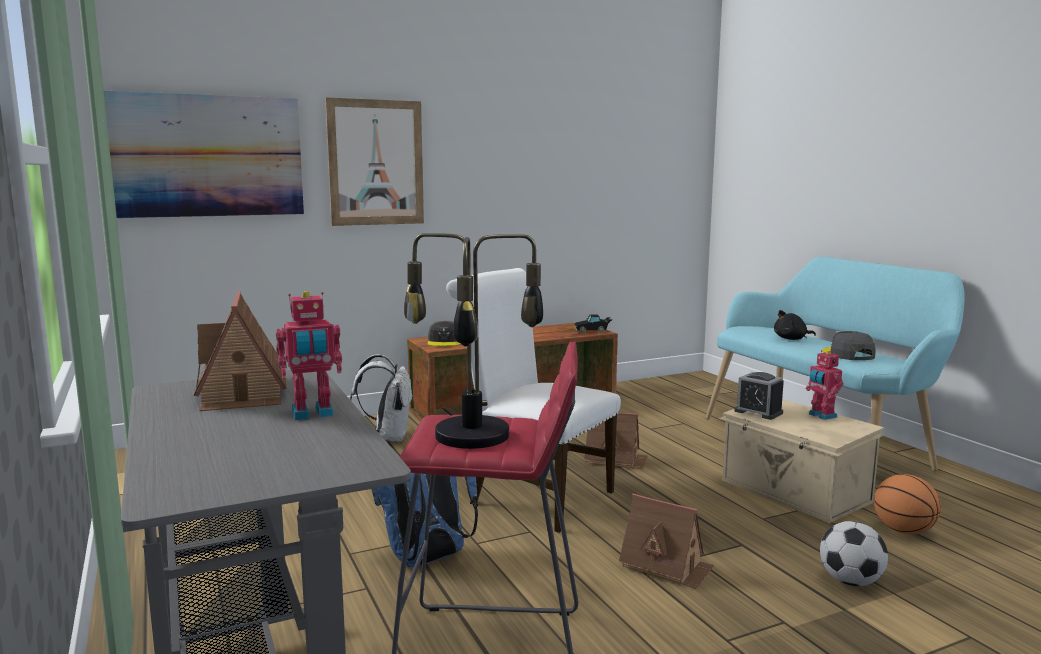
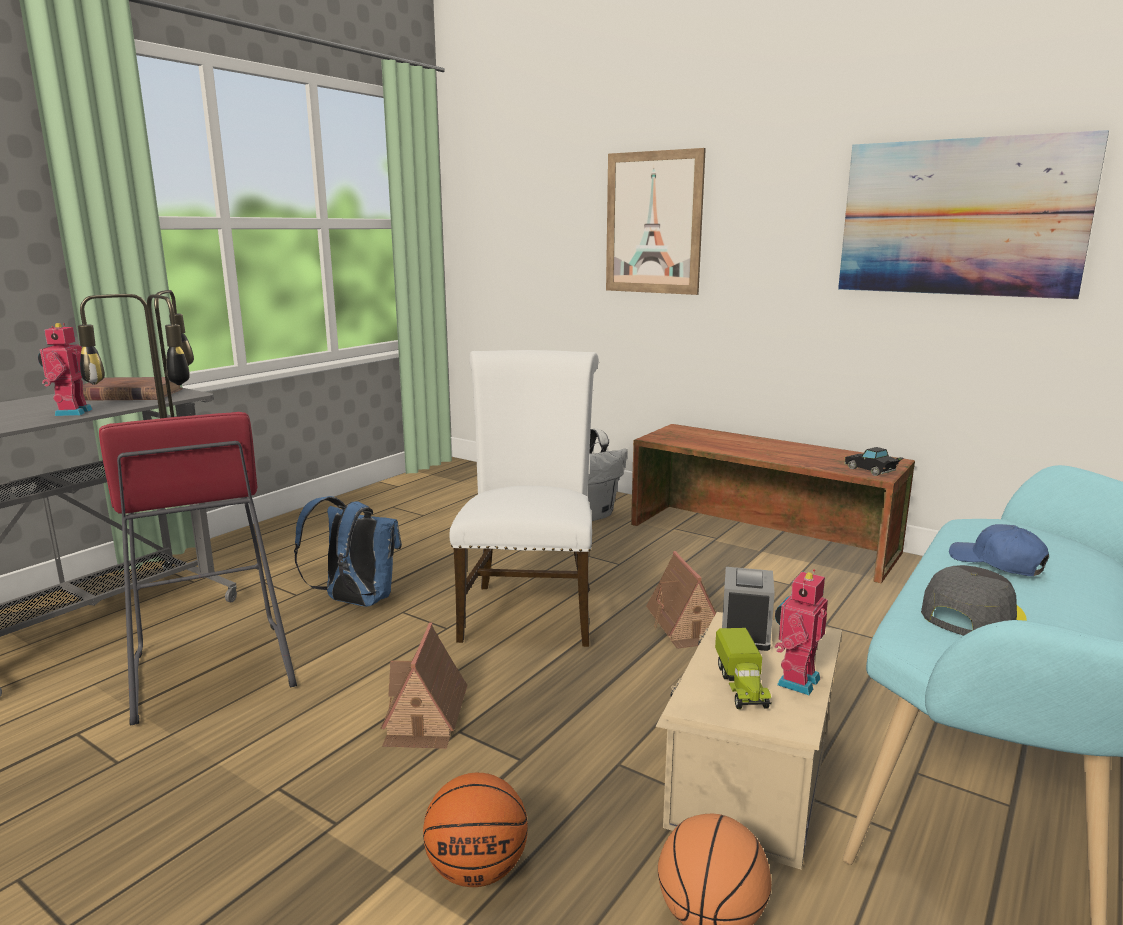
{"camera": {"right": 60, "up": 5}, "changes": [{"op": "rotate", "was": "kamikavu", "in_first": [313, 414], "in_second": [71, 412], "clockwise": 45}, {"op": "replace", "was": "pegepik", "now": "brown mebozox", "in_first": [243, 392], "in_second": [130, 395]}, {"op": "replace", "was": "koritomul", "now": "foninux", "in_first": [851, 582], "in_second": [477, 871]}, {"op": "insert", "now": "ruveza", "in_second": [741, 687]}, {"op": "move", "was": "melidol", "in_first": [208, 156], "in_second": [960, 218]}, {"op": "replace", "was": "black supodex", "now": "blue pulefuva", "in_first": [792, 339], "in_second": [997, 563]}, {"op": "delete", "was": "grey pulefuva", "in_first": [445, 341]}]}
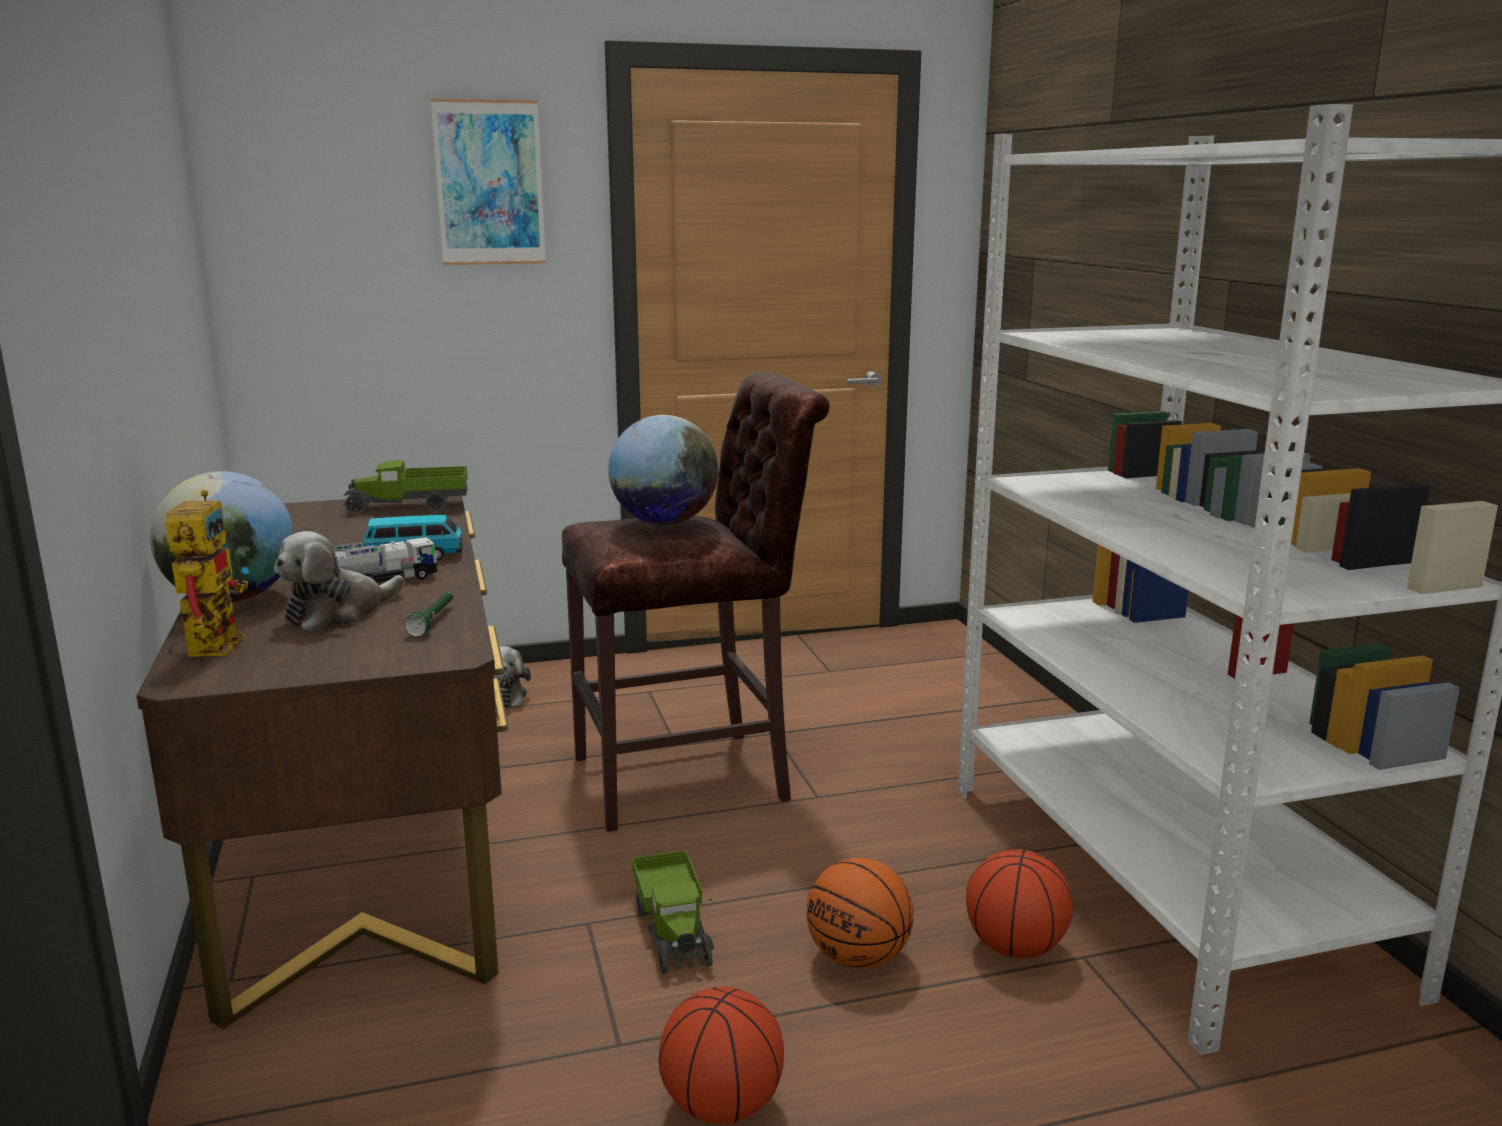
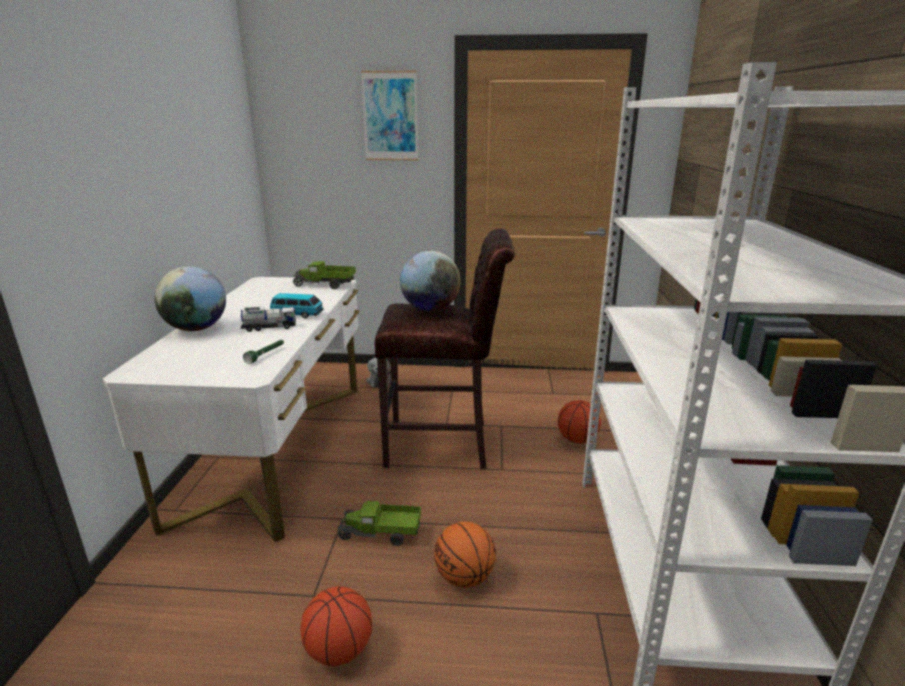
{"camera": {"right": 20, "up": 5}, "changes": [{"op": "recolor", "was": "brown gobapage", "now": "white gobapage", "in_first": [368, 838], "in_second": [276, 447]}, {"op": "rotate", "was": "ruveza", "in_first": [674, 929], "in_second": [380, 533], "clockwise": 90}, {"op": "move", "was": "foninux", "in_first": [1015, 948], "in_second": [577, 440]}, {"op": "delete", "was": "kamikavu", "in_first": [214, 641]}, {"op": "delete", "was": "supodex", "in_first": [338, 613]}]}
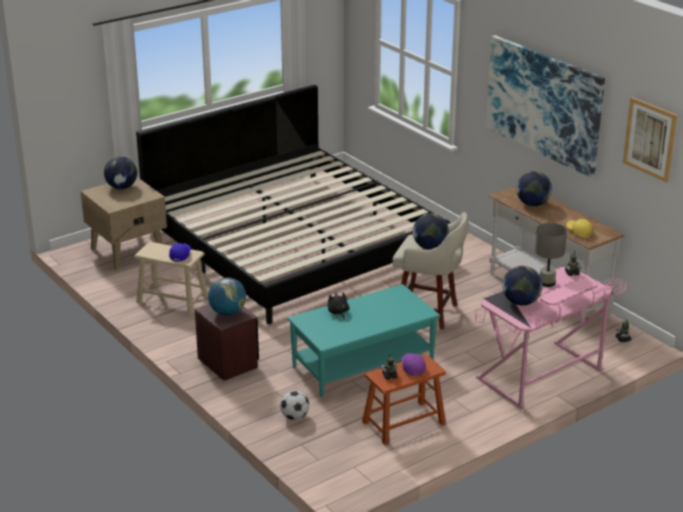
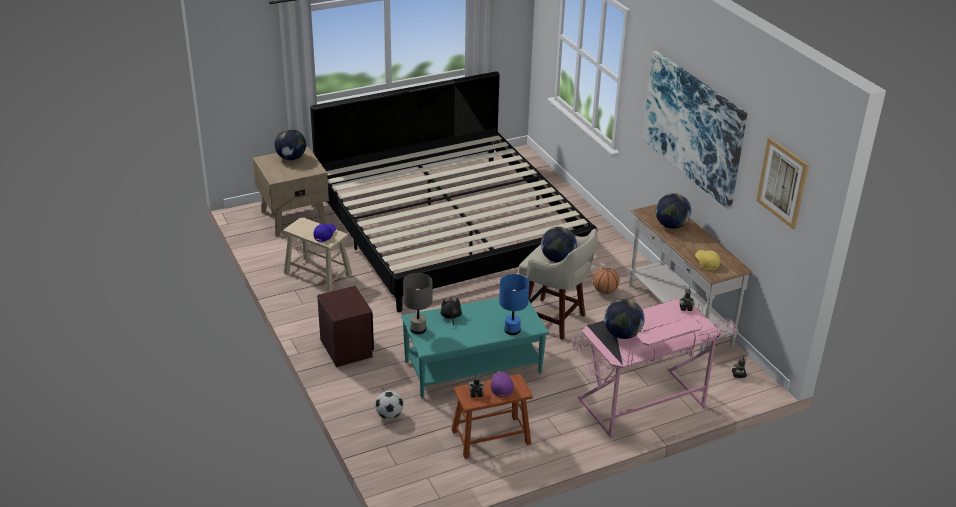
{"camera": {"right": 10, "up": 5}, "changes": [{"op": "move", "was": "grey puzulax", "in_first": [546, 283], "in_second": [417, 329]}, {"op": "insert", "now": "blue puzulax", "in_second": [512, 330]}, {"op": "insert", "now": "foninux", "in_second": [605, 291]}, {"op": "delete", "was": "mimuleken", "in_first": [227, 313]}]}
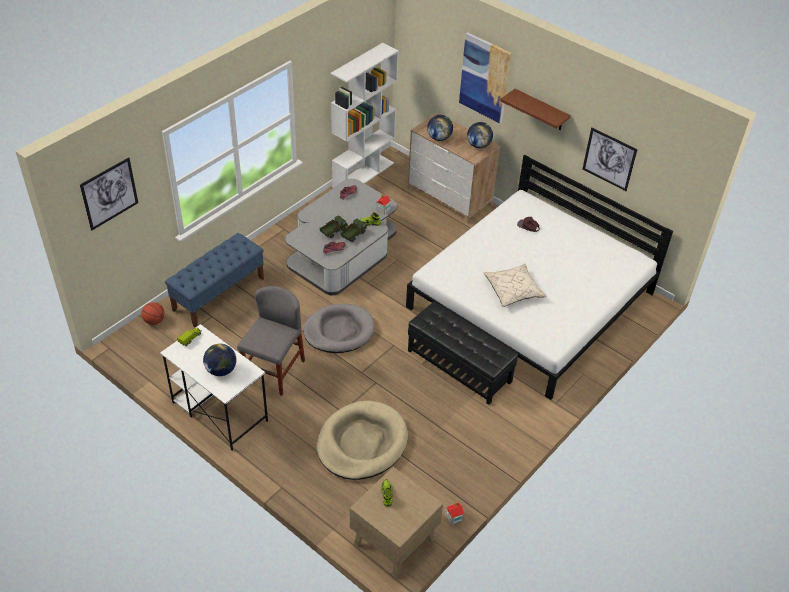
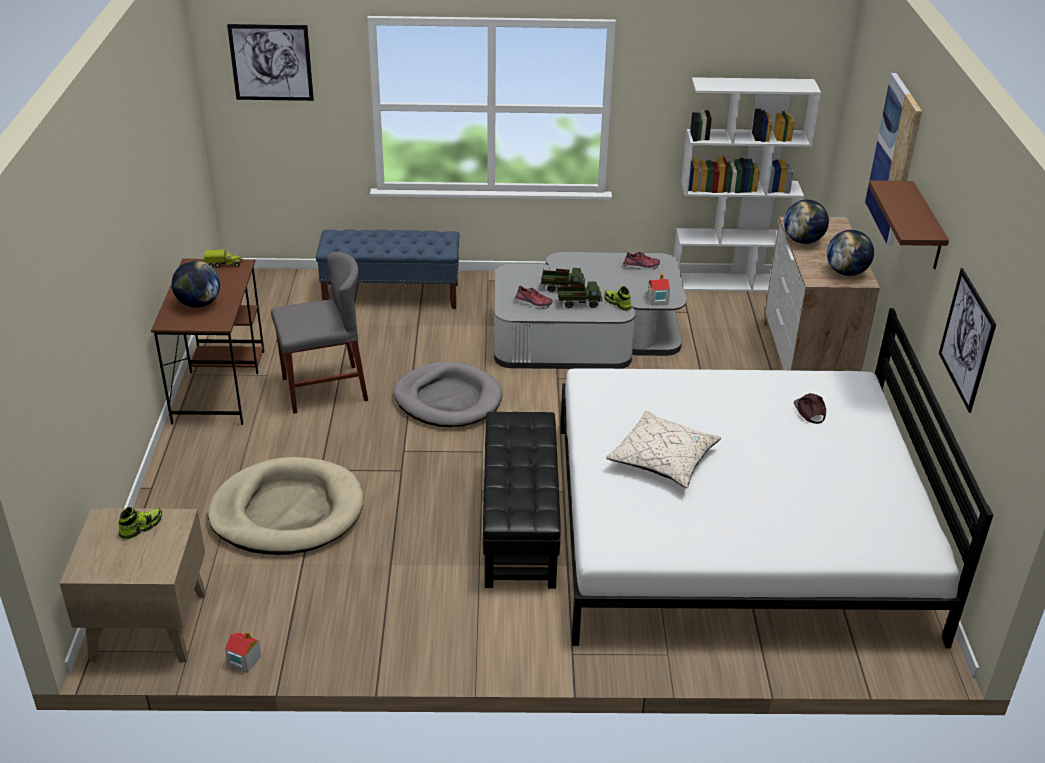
{"camera": {"right": 50, "up": -10}, "changes": [{"op": "recolor", "was": "white gobapage", "now": "brown gobapage", "in_first": [219, 411], "in_second": [219, 385]}, {"op": "delete", "was": "foninux", "in_first": [154, 321]}]}
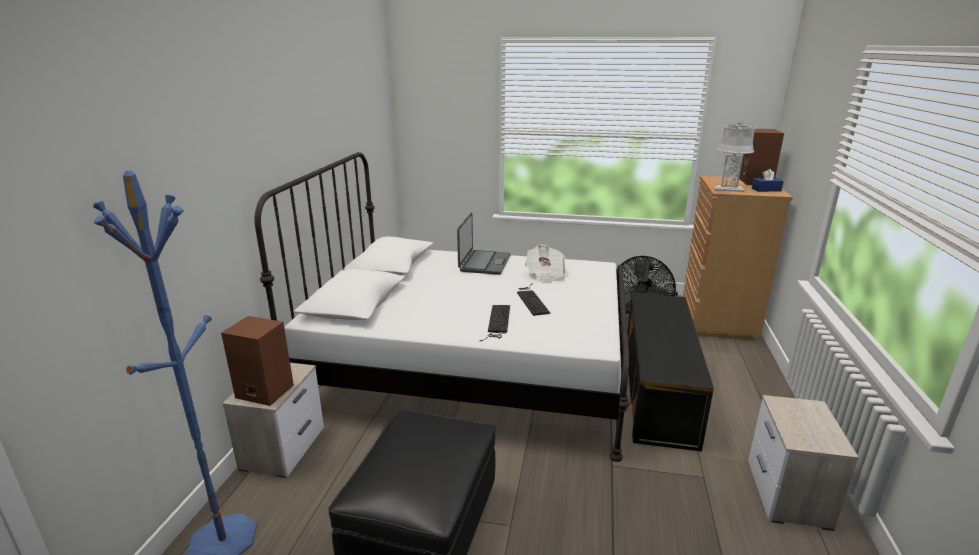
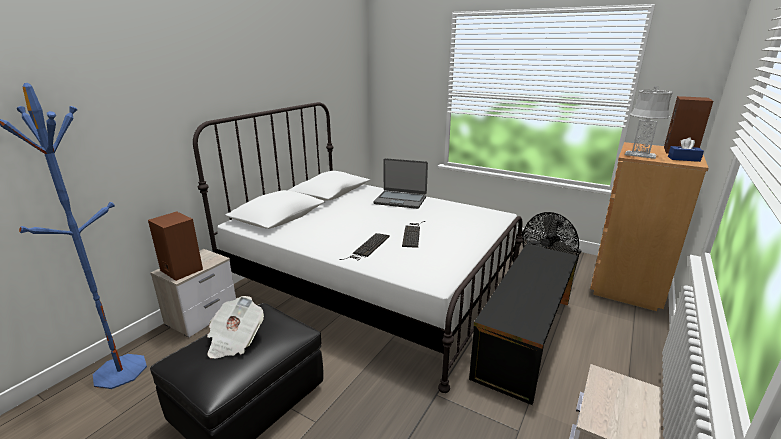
{"camera": {"right": 20, "up": 0}, "changes": [{"op": "move", "was": "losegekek", "in_first": [545, 275], "in_second": [235, 340]}, {"op": "rotate", "was": "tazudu", "in_first": [484, 263], "in_second": [400, 200], "clockwise": 75}]}
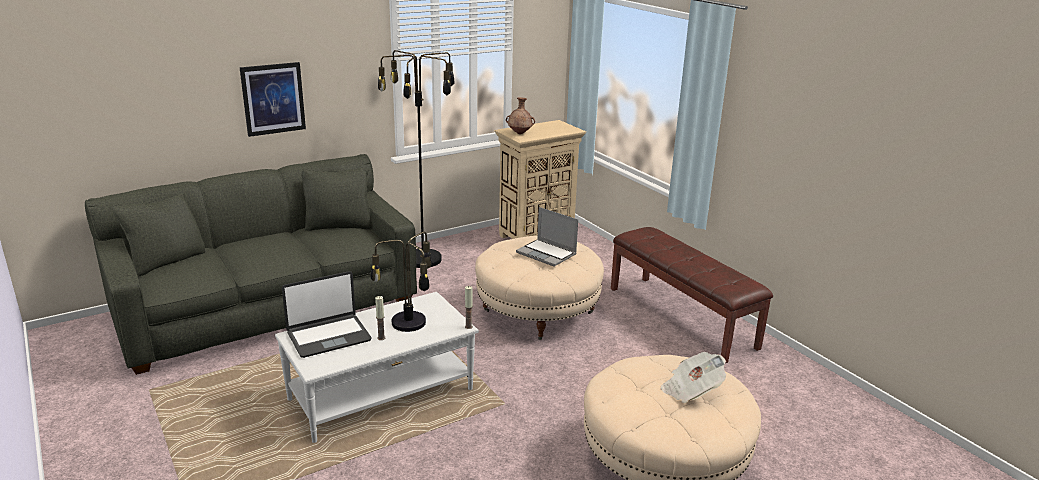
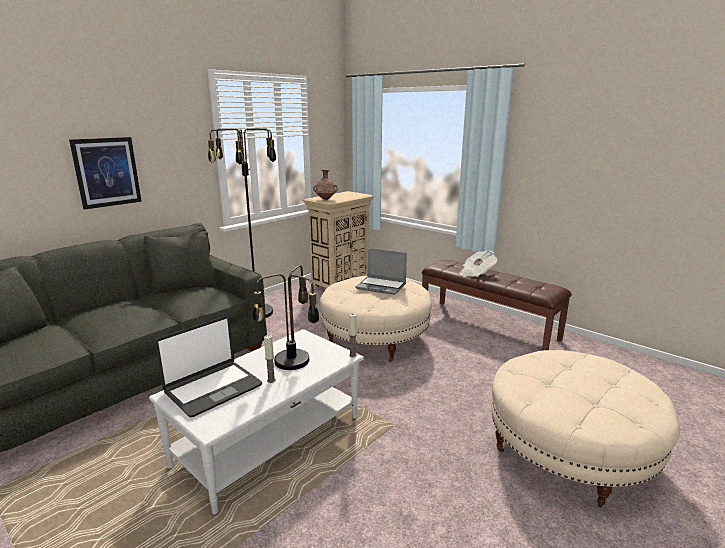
{"camera": {"right": -15, "up": -5}, "changes": [{"op": "move", "was": "losegekek", "in_first": [691, 390], "in_second": [476, 273]}]}
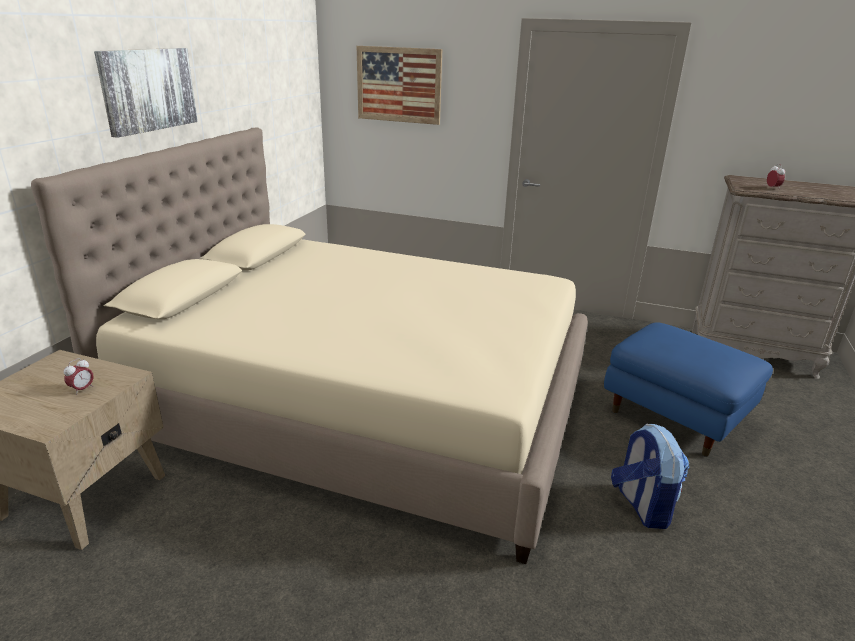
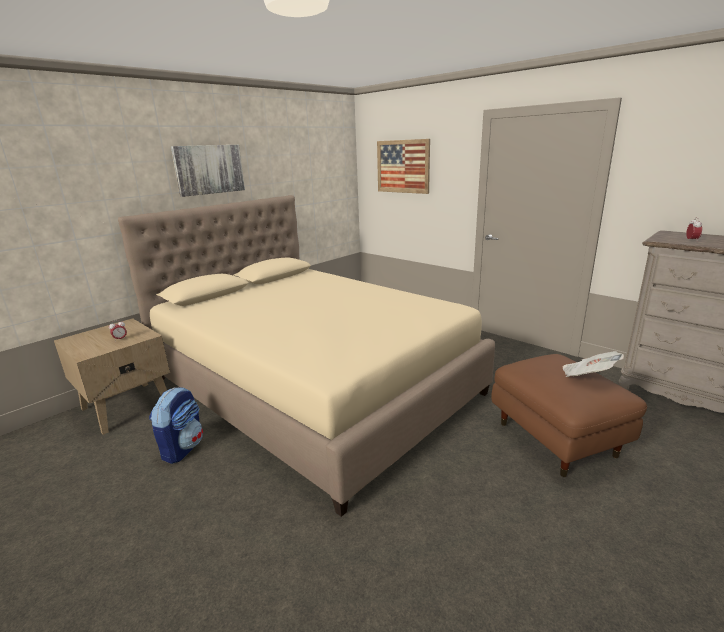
{"camera": {"right": 25, "up": -5}, "changes": [{"op": "move", "was": "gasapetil", "in_first": [641, 506], "in_second": [183, 448]}, {"op": "recolor", "was": "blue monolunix", "now": "brown monolunix", "in_first": [676, 419], "in_second": [557, 441]}, {"op": "insert", "now": "losegekek", "in_second": [587, 376]}]}
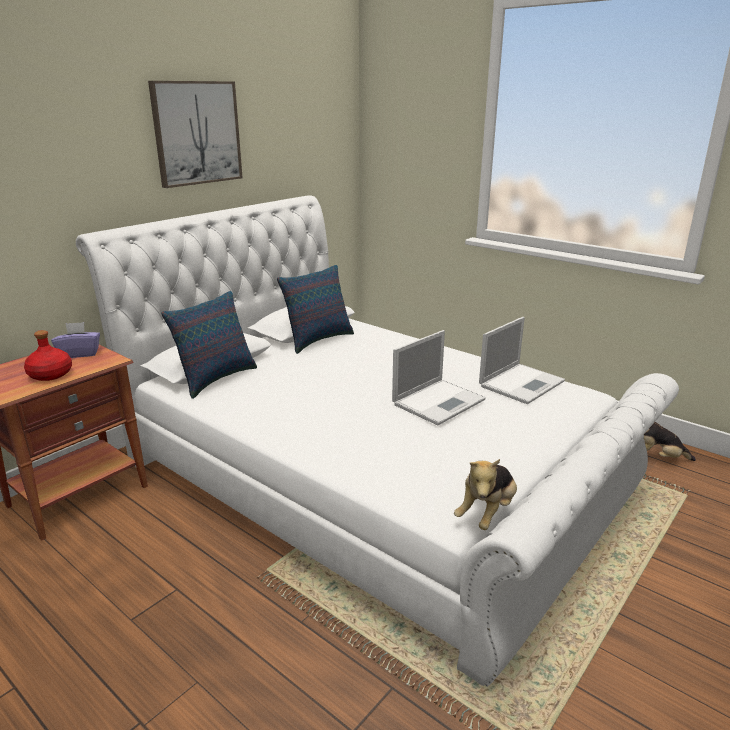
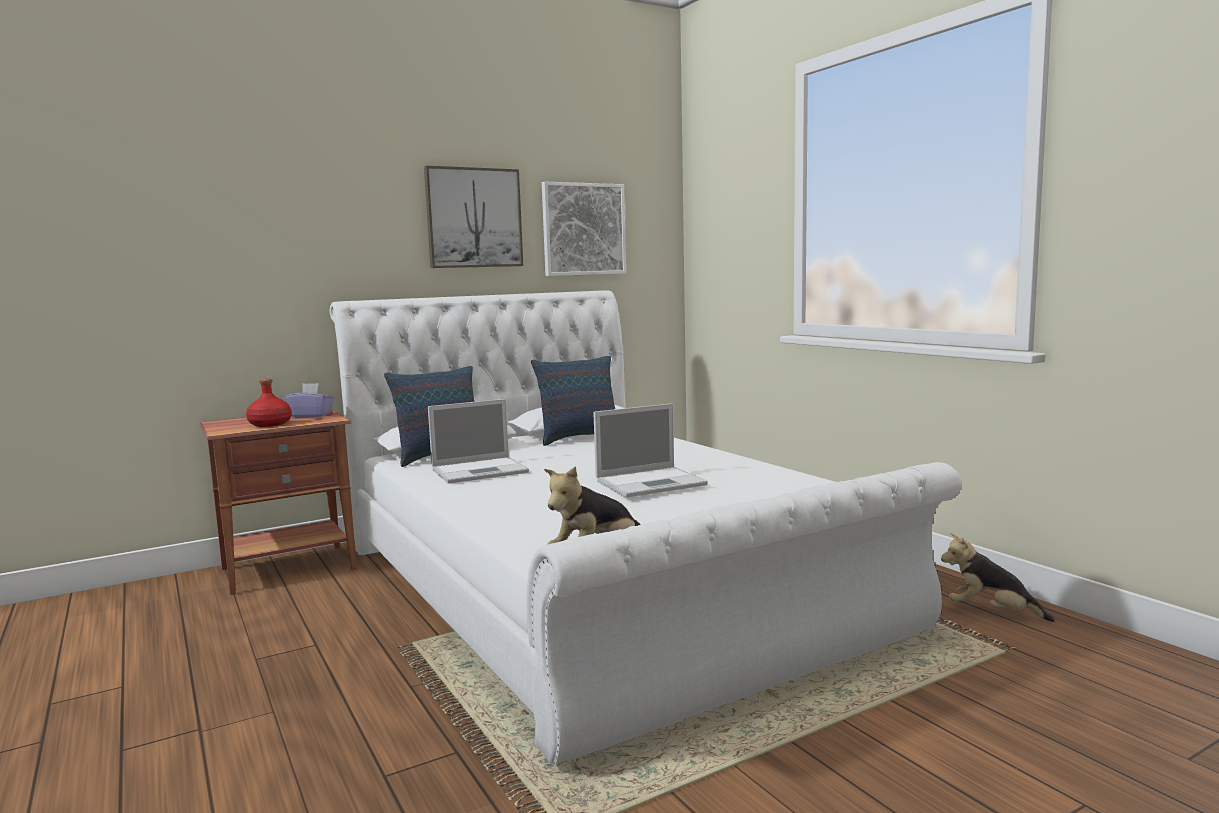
{"camera": {"right": 20, "up": -15}, "changes": [{"op": "move", "was": "tazudu", "in_first": [522, 383], "in_second": [481, 470]}, {"op": "insert", "now": "melidol", "in_second": [583, 229]}]}
